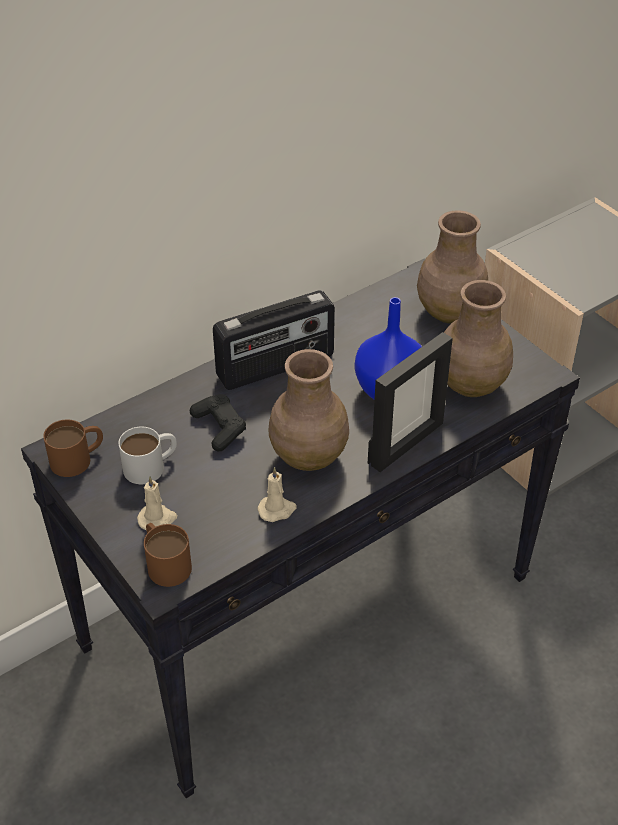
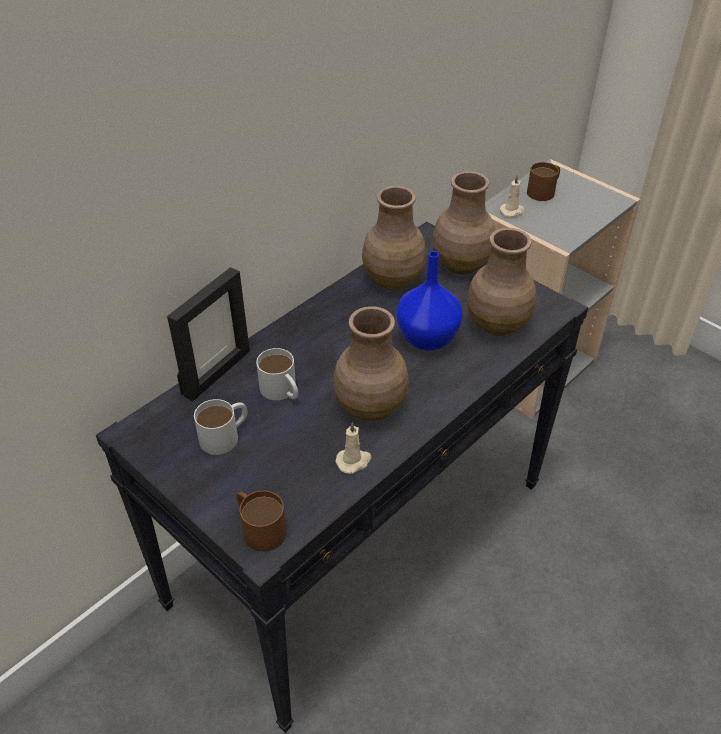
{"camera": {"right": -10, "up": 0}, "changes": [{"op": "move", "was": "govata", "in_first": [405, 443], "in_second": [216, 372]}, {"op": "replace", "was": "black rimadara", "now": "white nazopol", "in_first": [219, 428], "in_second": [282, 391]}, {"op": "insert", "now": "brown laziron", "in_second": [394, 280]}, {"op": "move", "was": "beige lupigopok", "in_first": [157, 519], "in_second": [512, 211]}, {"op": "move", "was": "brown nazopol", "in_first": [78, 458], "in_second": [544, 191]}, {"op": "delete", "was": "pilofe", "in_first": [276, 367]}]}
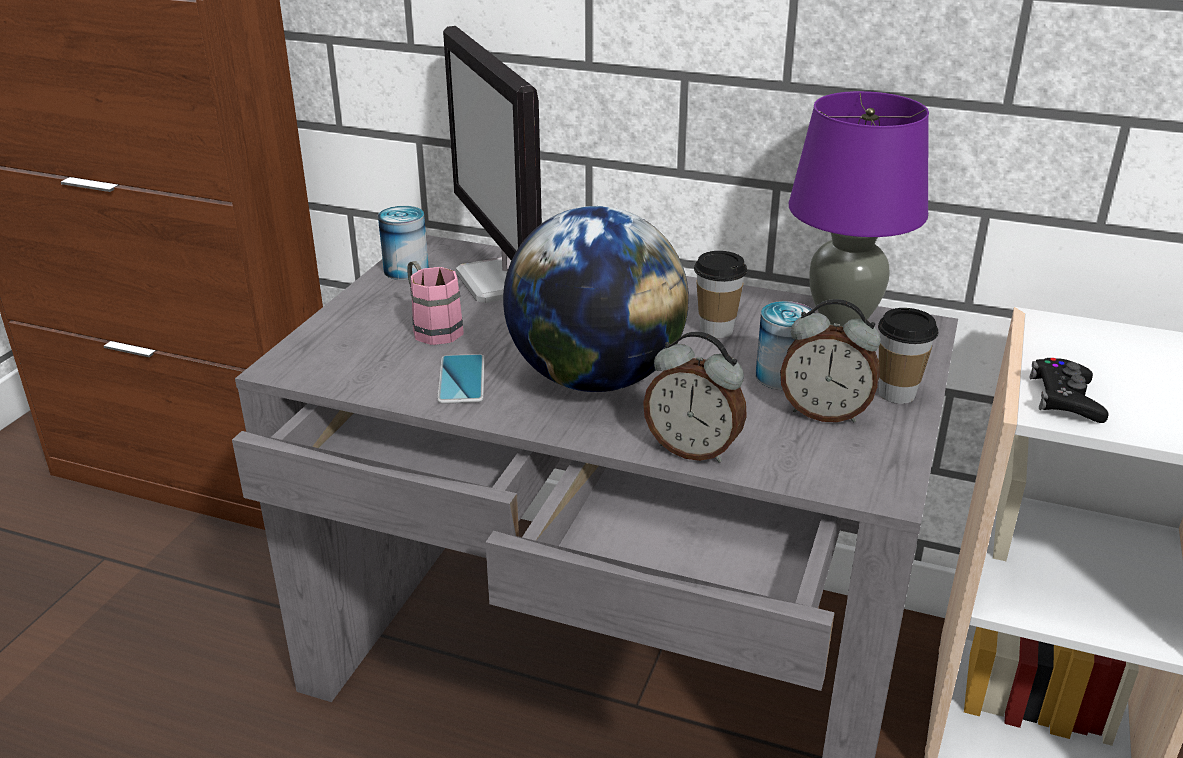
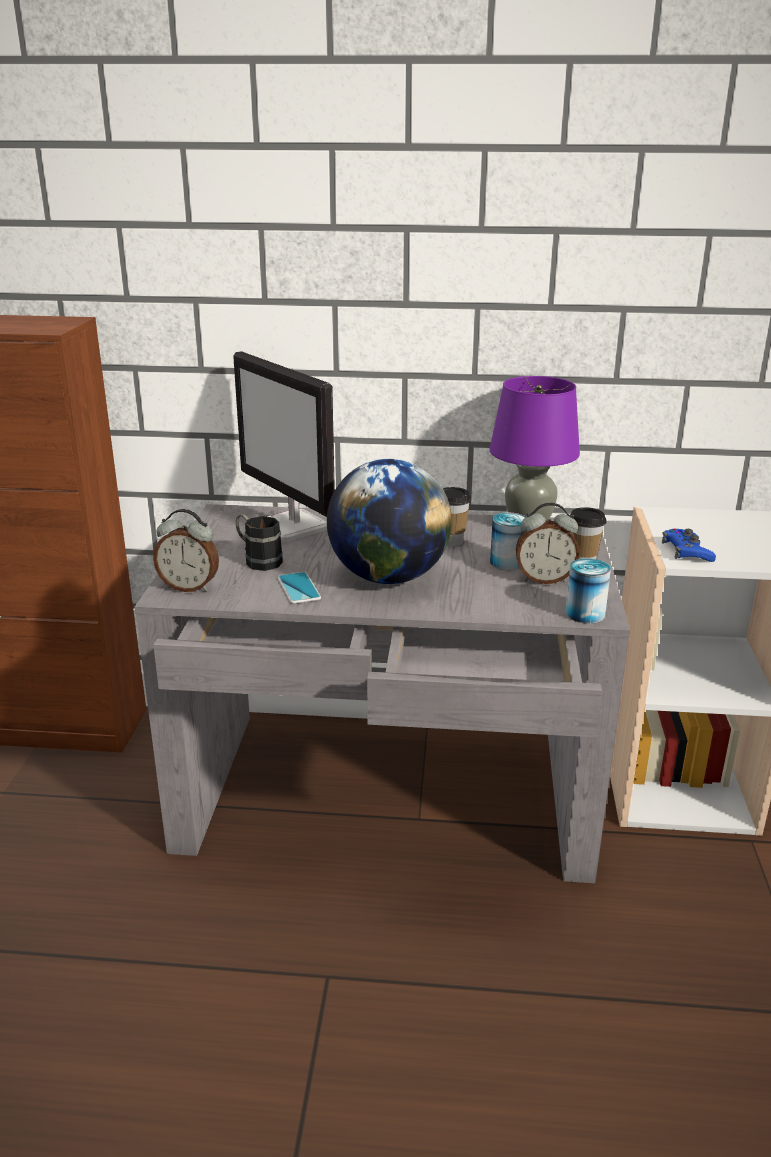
{"camera": {"right": -15, "up": -5}, "changes": [{"op": "move", "was": "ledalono", "in_first": [693, 449], "in_second": [189, 587]}, {"op": "recolor", "was": "pink nazopol", "now": "black nazopol", "in_first": [432, 327], "in_second": [258, 560]}, {"op": "move", "was": "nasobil", "in_first": [406, 270], "in_second": [585, 614]}, {"op": "recolor", "was": "black rimadara", "now": "blue rimadara", "in_first": [1065, 399], "in_second": [686, 552]}]}
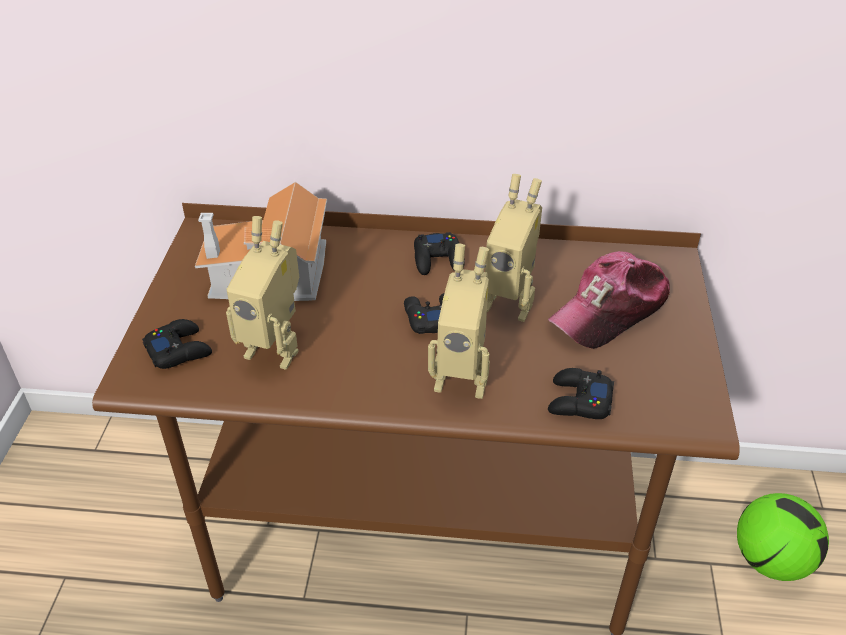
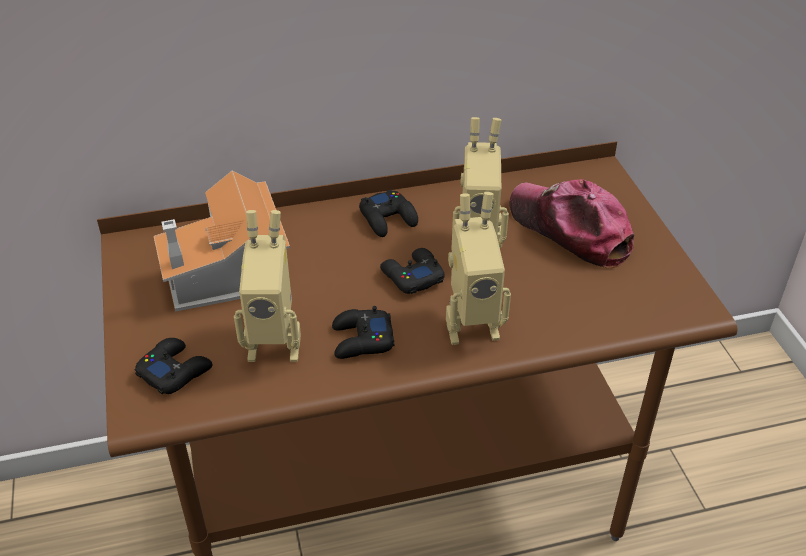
{"camera": {"right": -20, "up": 0}, "changes": [{"op": "move", "was": "black rimadara", "in_first": [579, 401], "in_second": [362, 340]}, {"op": "rotate", "was": "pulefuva", "in_first": [610, 310], "in_second": [570, 230], "clockwise": 105}, {"op": "delete", "was": "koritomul", "in_first": [771, 560]}]}
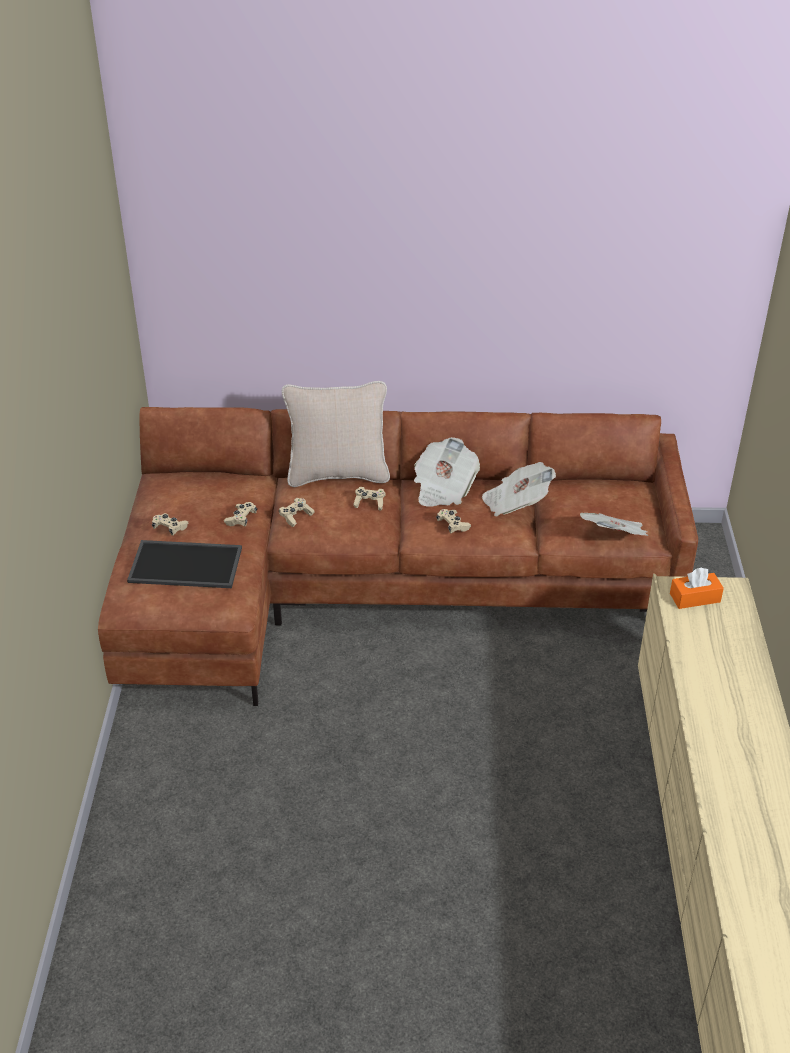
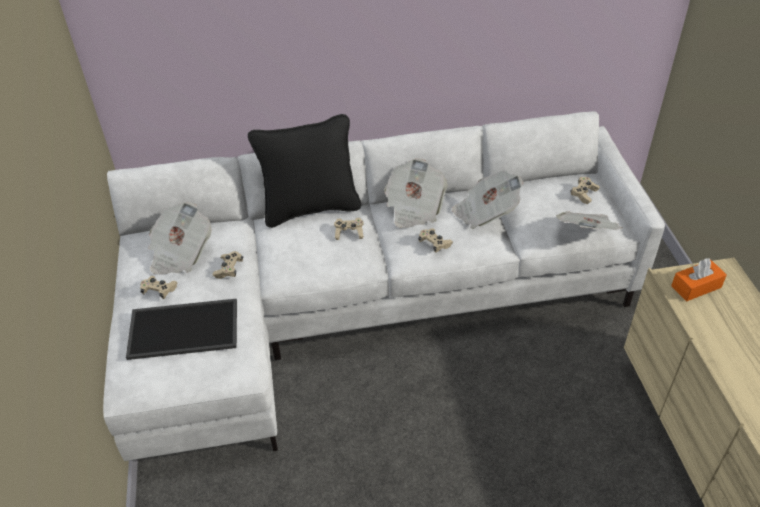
{"camera": {"right": -10, "up": 5}, "changes": [{"op": "recolor", "was": "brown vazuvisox", "now": "white vazuvisox", "in_first": [366, 587], "in_second": [350, 306]}, {"op": "insert", "now": "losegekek", "in_second": [180, 253]}, {"op": "recolor", "was": "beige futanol", "now": "black futanol", "in_first": [337, 474], "in_second": [311, 208]}, {"op": "move", "was": "beige rimadara", "in_first": [296, 516], "in_second": [584, 194]}]}
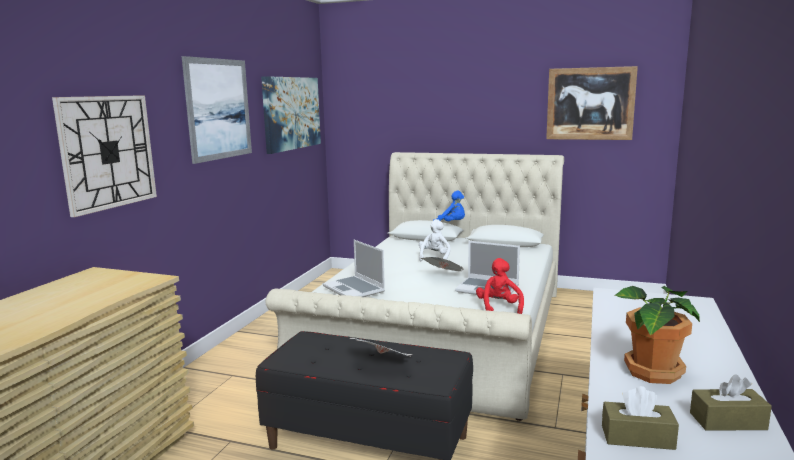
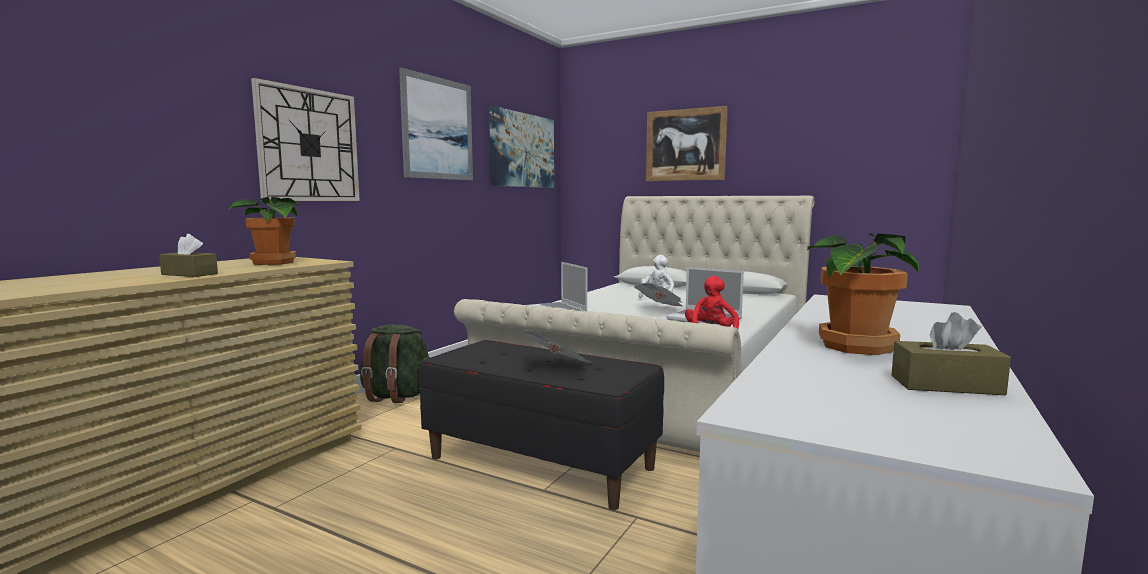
{"camera": {"right": 10, "up": -5}, "changes": [{"op": "move", "was": "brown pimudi", "in_first": [637, 437], "in_second": [189, 274]}, {"op": "insert", "now": "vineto", "in_second": [273, 263]}, {"op": "insert", "now": "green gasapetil", "in_second": [397, 396]}, {"op": "move", "was": "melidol", "in_first": [590, 104], "in_second": [685, 145]}, {"op": "delete", "was": "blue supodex", "in_first": [451, 224]}]}
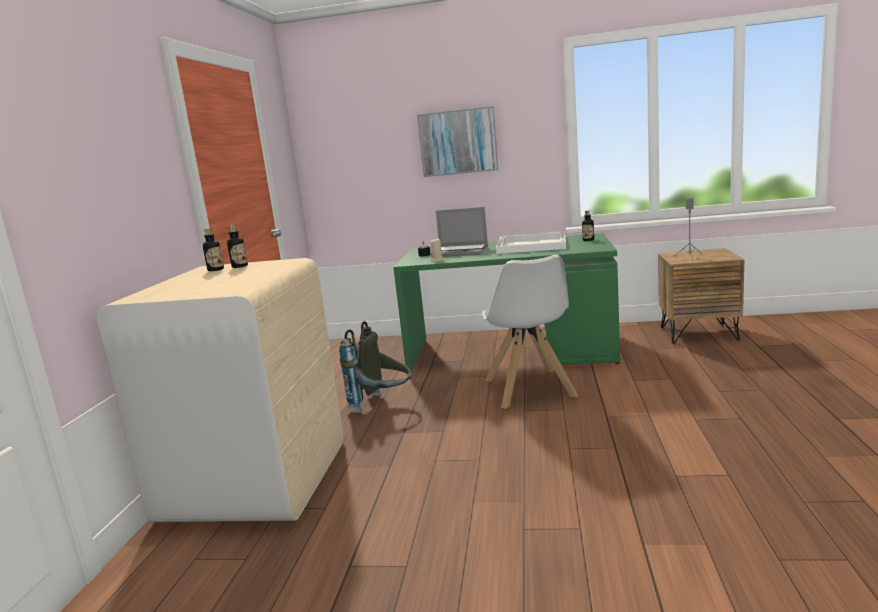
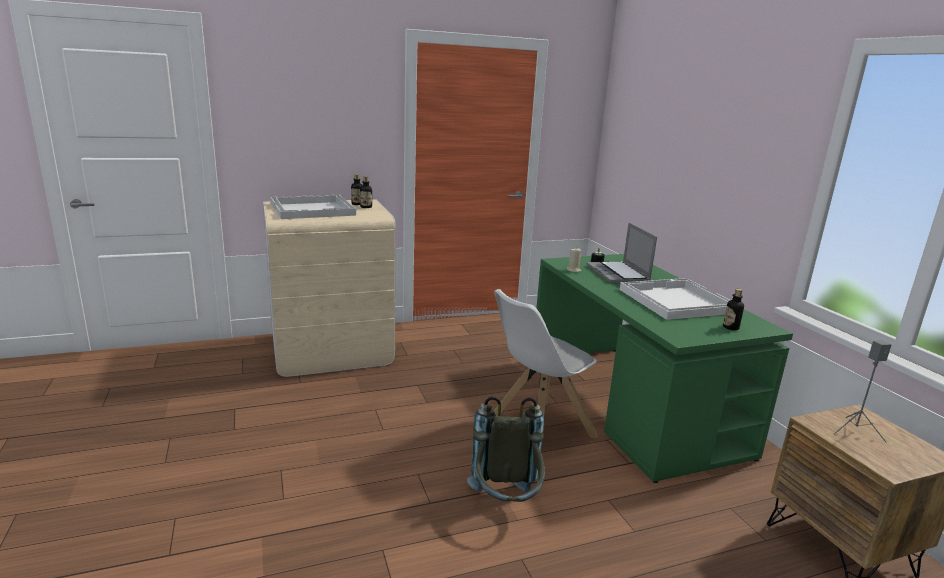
{"camera": {"right": 60, "up": 5}, "changes": [{"op": "insert", "now": "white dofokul", "in_second": [313, 209]}, {"op": "move", "was": "grey gasapetil", "in_first": [383, 405], "in_second": [505, 504]}, {"op": "delete", "was": "melidol", "in_first": [458, 142]}]}
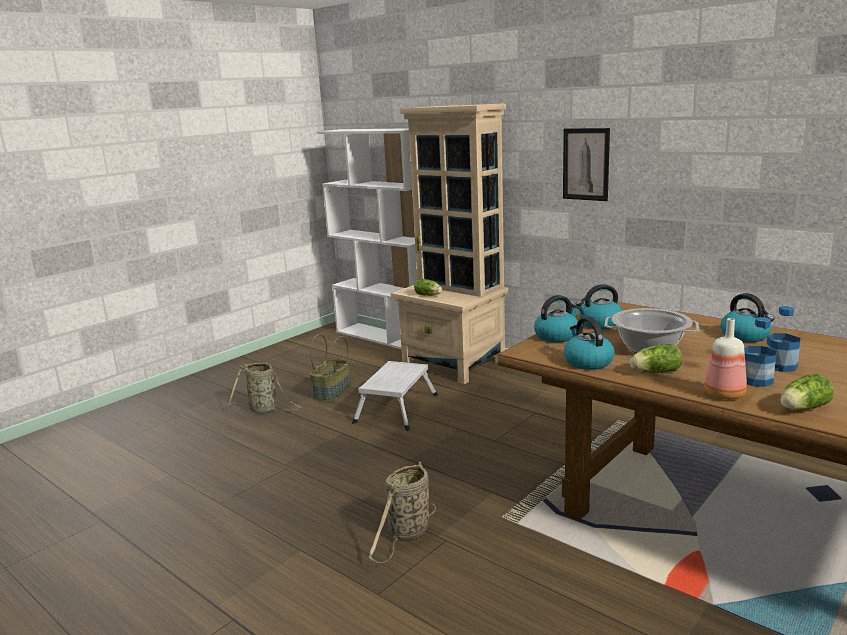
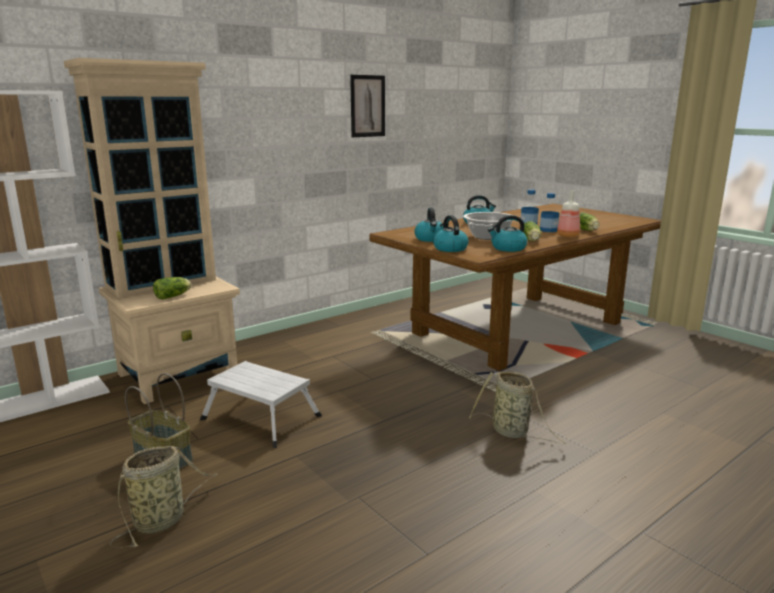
{"camera": {"right": -80, "up": 0}, "changes": [{"op": "move", "was": "melidol", "in_first": [586, 164], "in_second": [367, 106]}]}
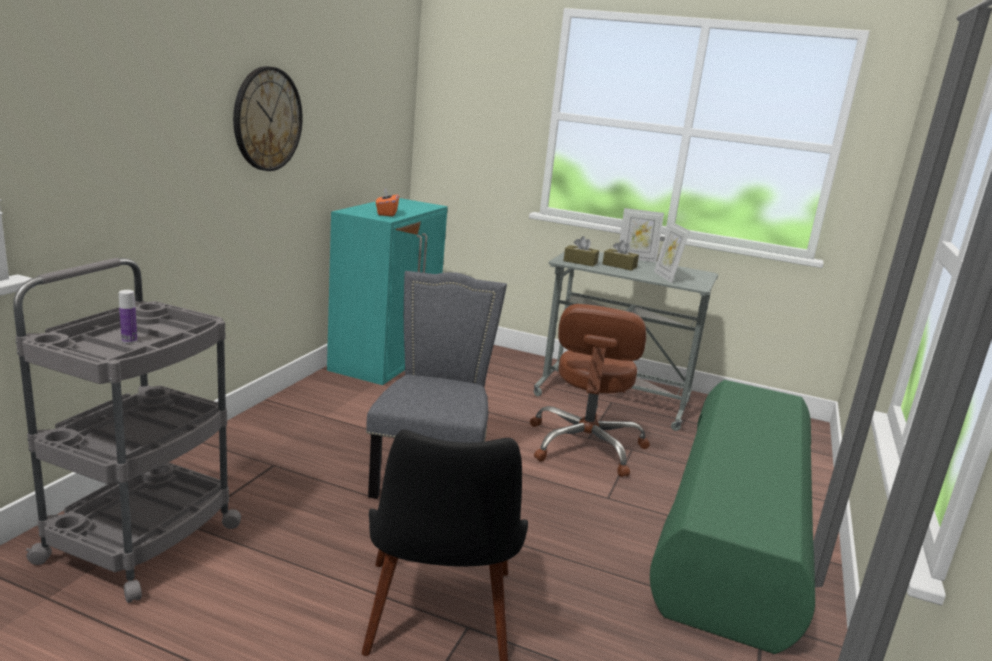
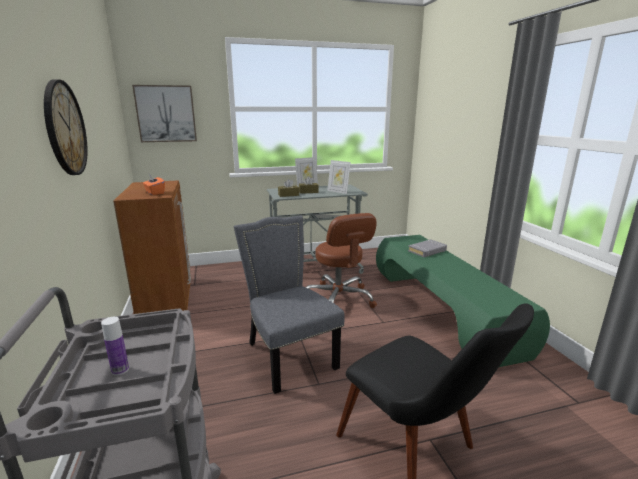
{"camera": {"right": -35, "up": 0}, "changes": [{"op": "recolor", "was": "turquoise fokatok", "now": "brown fokatok", "in_first": [385, 359], "in_second": [166, 297]}, {"op": "insert", "now": "melidol", "in_second": [166, 114]}, {"op": "insert", "now": "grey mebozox", "in_second": [427, 251]}]}
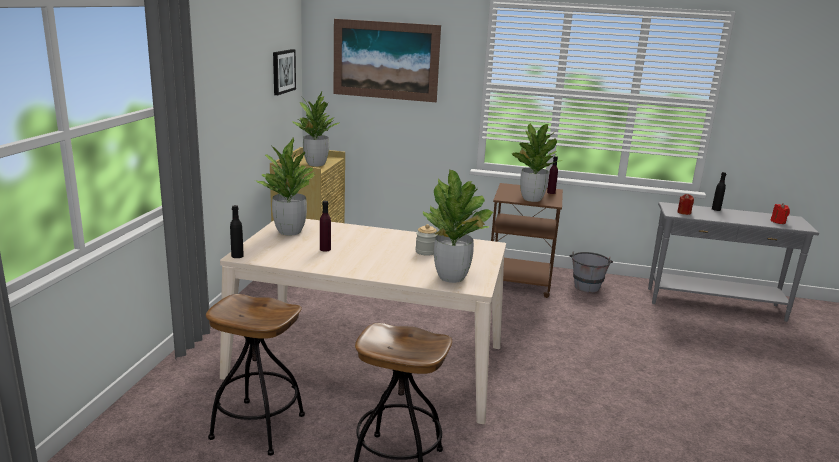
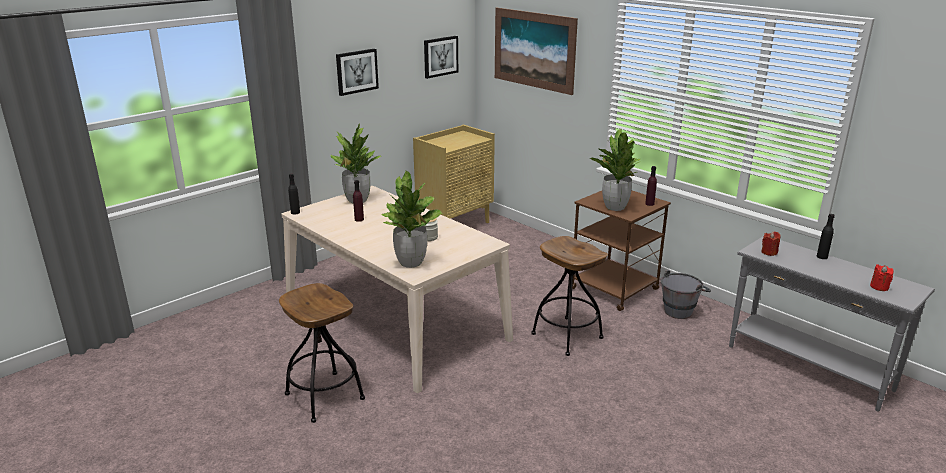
{"camera": {"right": 35, "up": 5}, "changes": [{"op": "insert", "now": "melidol", "in_second": [356, 71]}, {"op": "move", "was": "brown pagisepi", "in_first": [257, 426], "in_second": [566, 335]}, {"op": "delete", "was": "vineto", "in_first": [315, 164]}]}
